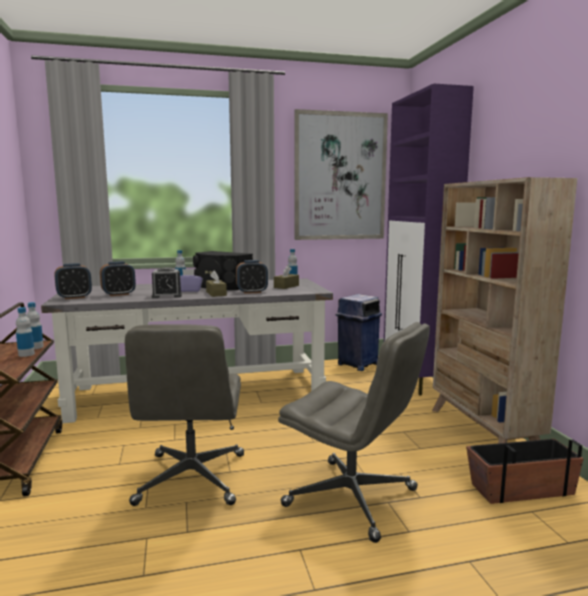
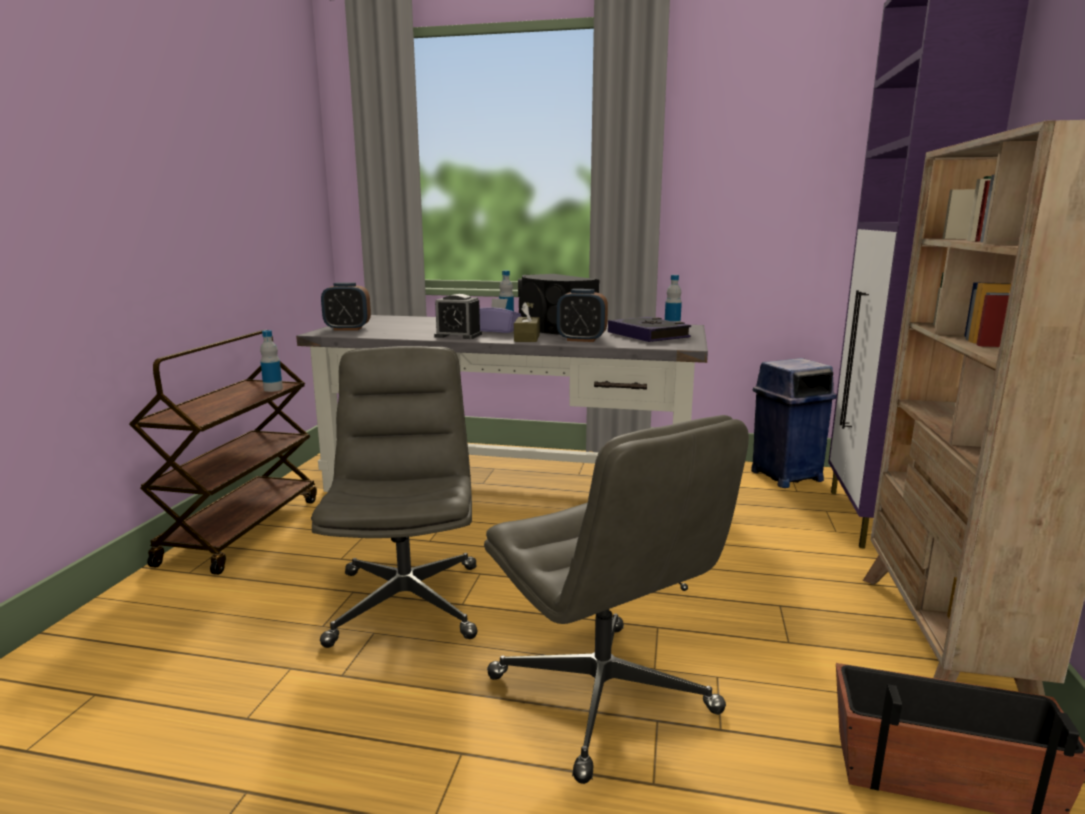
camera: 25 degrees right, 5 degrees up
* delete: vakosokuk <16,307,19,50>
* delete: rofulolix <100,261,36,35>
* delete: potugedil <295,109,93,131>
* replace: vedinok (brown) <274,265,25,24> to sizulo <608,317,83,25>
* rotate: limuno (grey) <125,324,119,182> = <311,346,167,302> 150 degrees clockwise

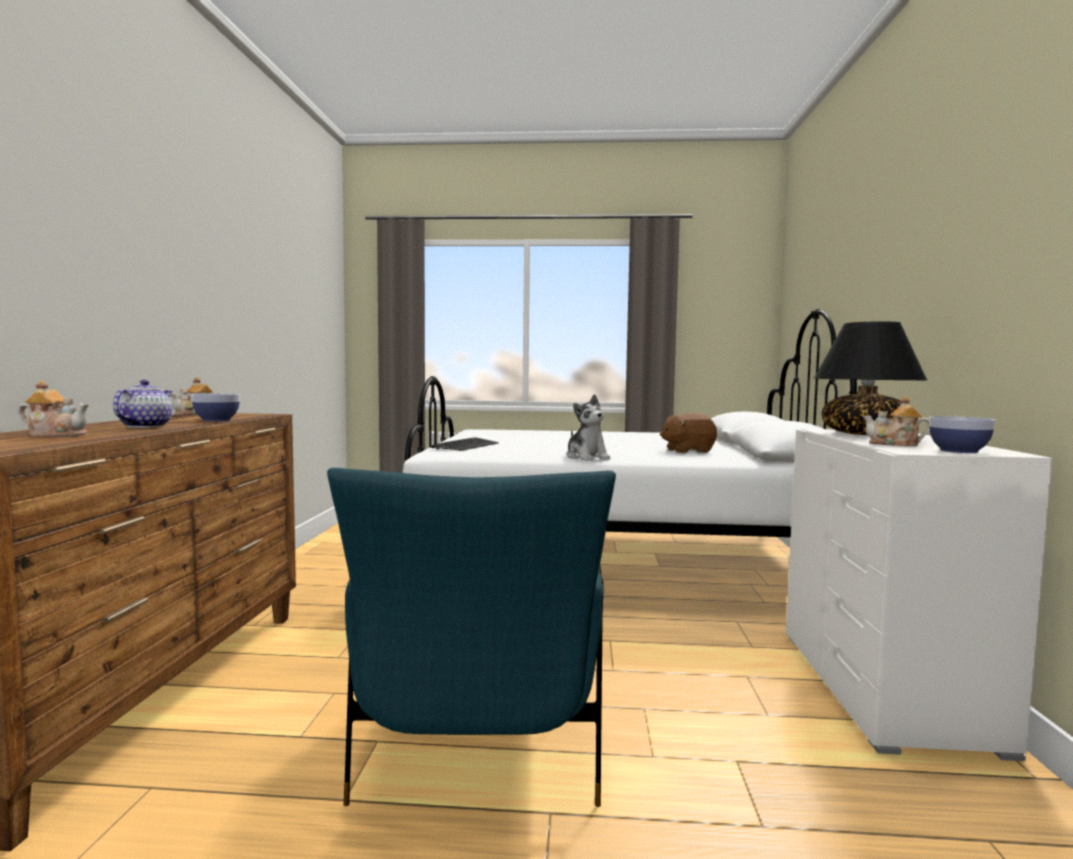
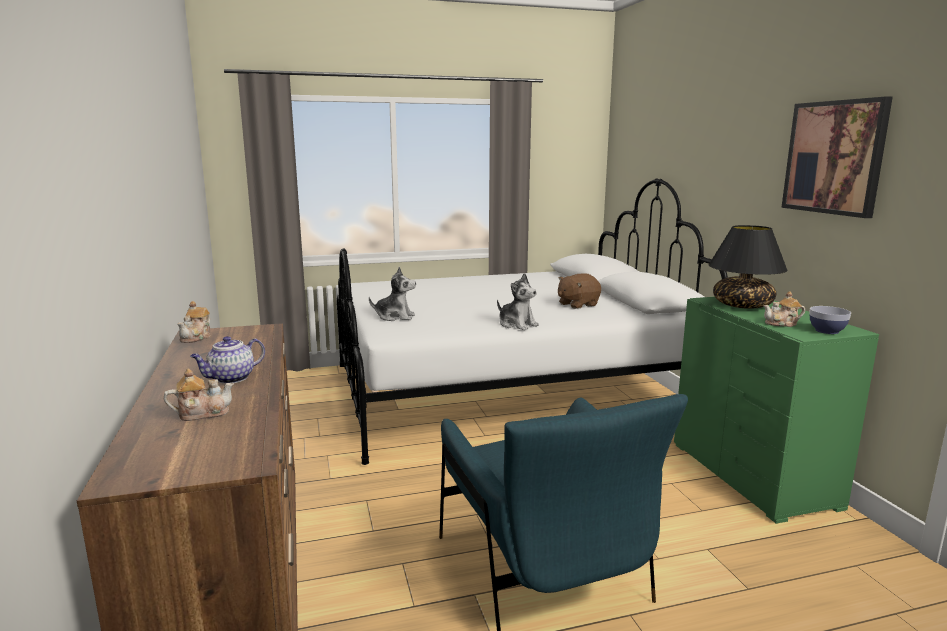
camera: 20 degrees left, 10 degrees up
* delete: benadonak <191,393,49,28>
* insert: potugedil <781,96,112,122>
* replace: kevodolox <431,437,68,14> to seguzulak <369,267,47,54>
* recolor: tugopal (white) <786,429,266,332> to tugopal (green) <674,297,205,227>
* rotate: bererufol <113,380,60,48> = <190,336,75,48> 120 degrees counterclockwise

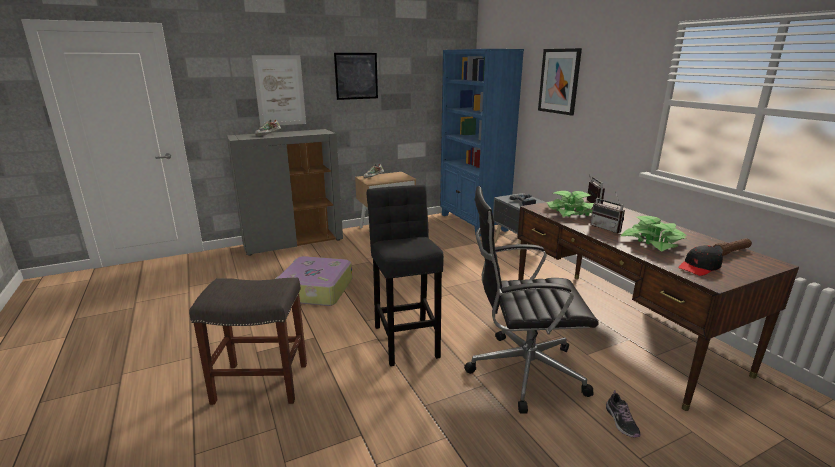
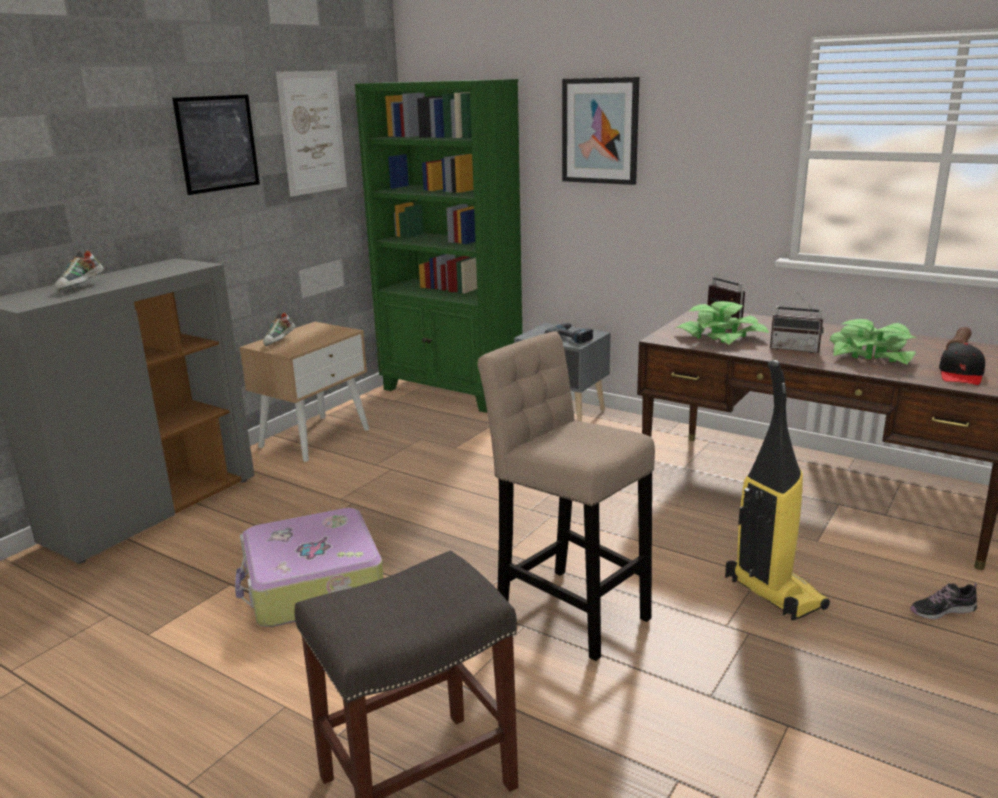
camera: 30 degrees left, 0 degrees up
* move: potugedil <252,55,54,72> to <276,71,71,126>
* replace: limuno (black) <464,186,135,228> to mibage <725,360,105,261>
* recolor: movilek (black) <367,185,77,181> to movilek (beige) <477,331,178,330>
* recolor: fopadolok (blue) <440,49,84,188> to fopadolok (green) <355,79,167,334>
* rotate: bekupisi <606,390,34,47> = <910,583,67,36> 120 degrees clockwise

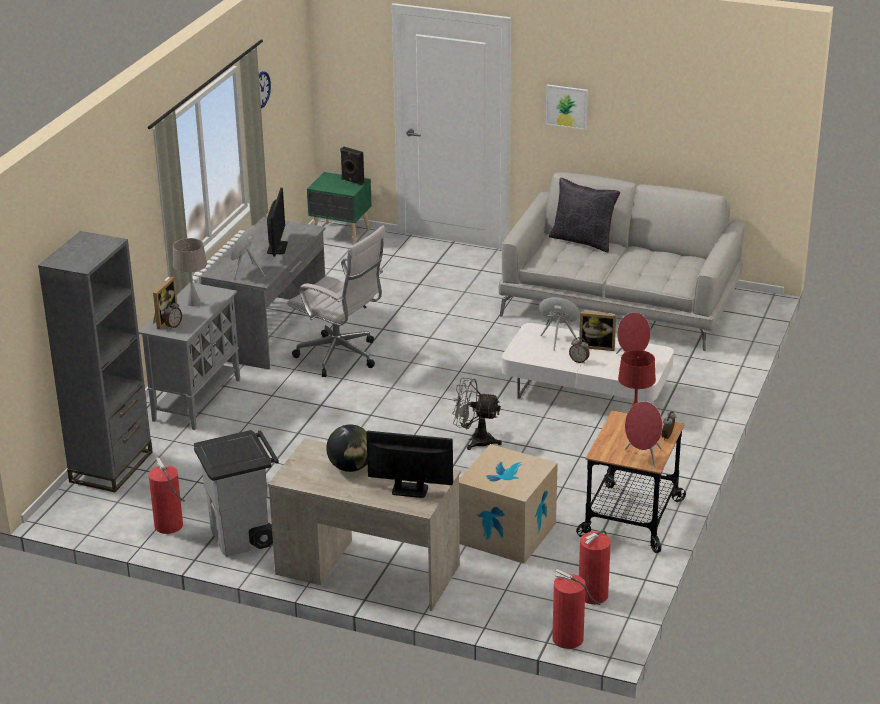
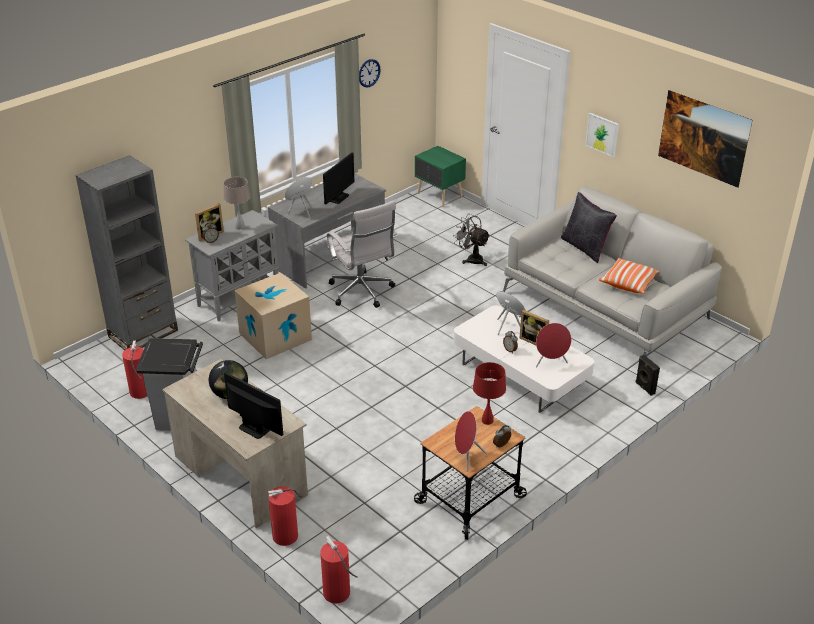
camera: 25 degrees right, 5 degrees up
* insert: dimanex <599,258,60,36>
* insert: potugedil <658,90,94,98>
* move: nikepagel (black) <340,147,24,38> to <635,355,25,41>
* move: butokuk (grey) <452,378,50,72> to <454,214,36,52>
* move: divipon <459,444,99,120> to <235,273,77,86>
* move: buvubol <579,530,32,74> to <268,486,35,60>

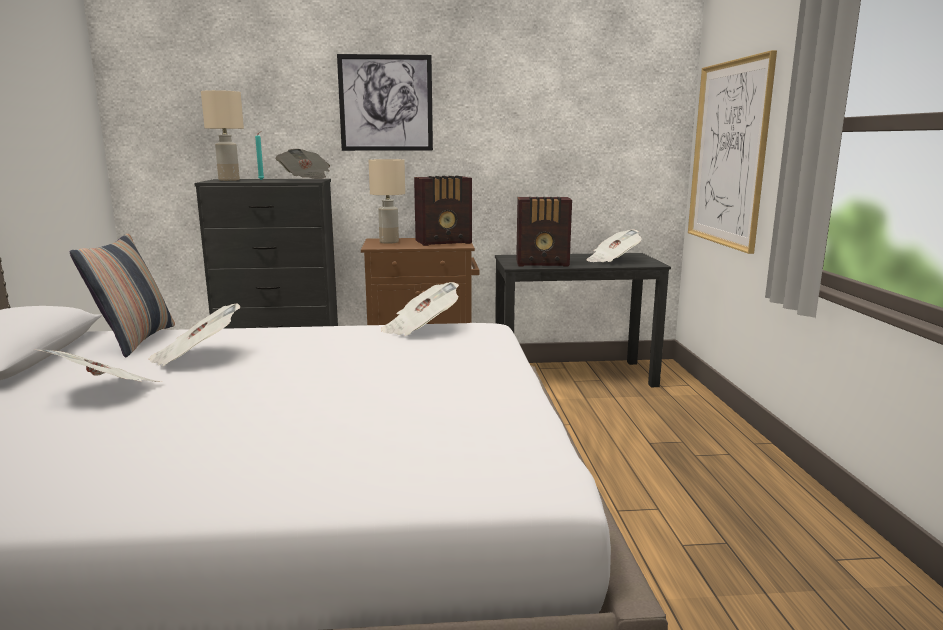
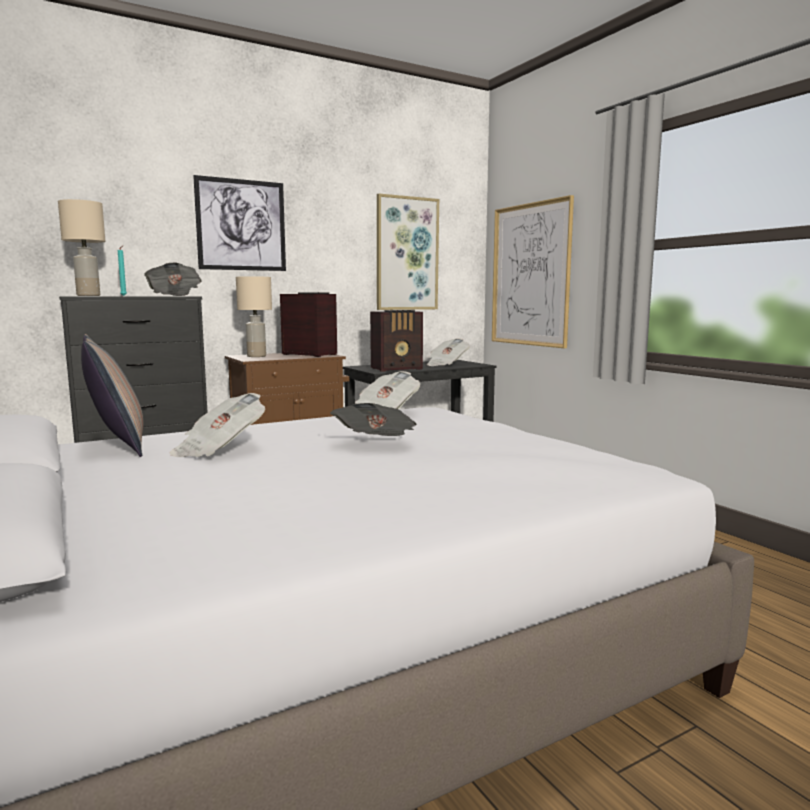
camera: 25 degrees left, 5 degrees down
* insert: potugedil <377,193,62,117>
* move: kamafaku <35,349,128,33> to <330,403,86,33>
* rotate: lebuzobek <414,176,58,70> = <280,292,57,65> 105 degrees counterclockwise

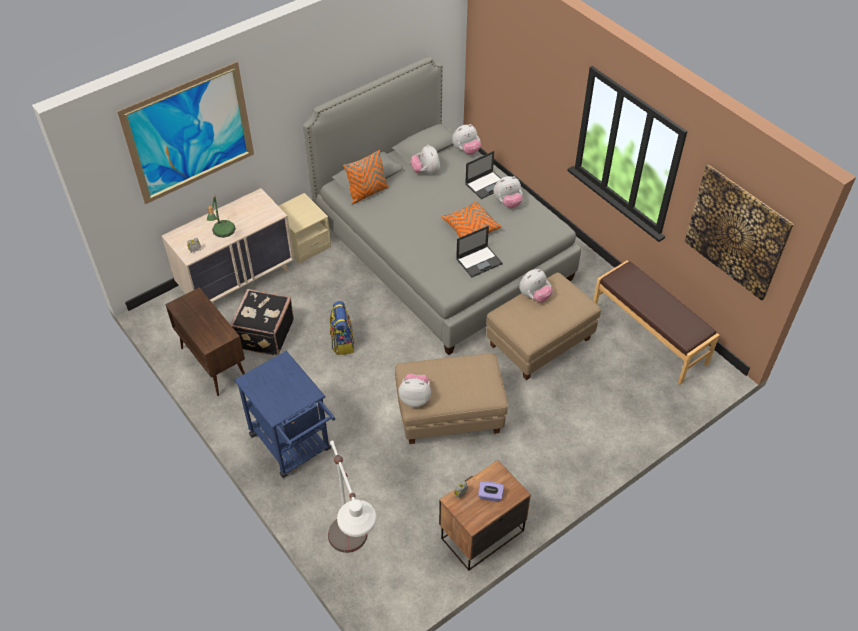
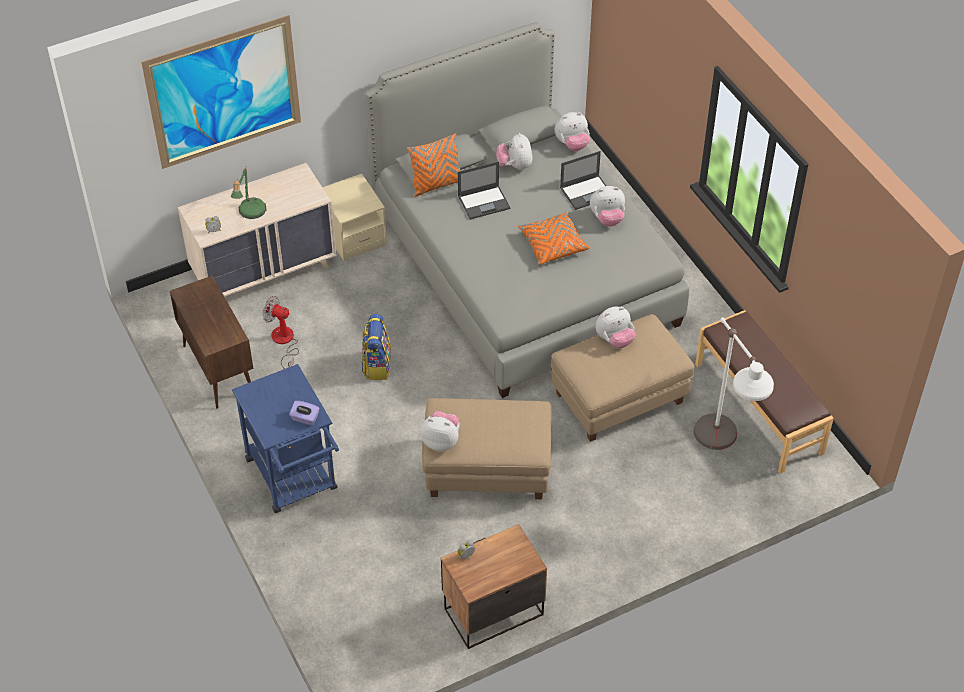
camera: 10 degrees right, 0 degrees up
* delete: potugedil <685,165,109,136>
* move: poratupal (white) <328,441,49,112> to <694,318,80,132>
* move: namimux <456,226,47,52> to <458,161,52,59>
* move: vedinok (purple) <478,481,26,21> to <289,401,31,24>
* replace: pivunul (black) <230,289,64,67> to butokuk <263,296,36,73>

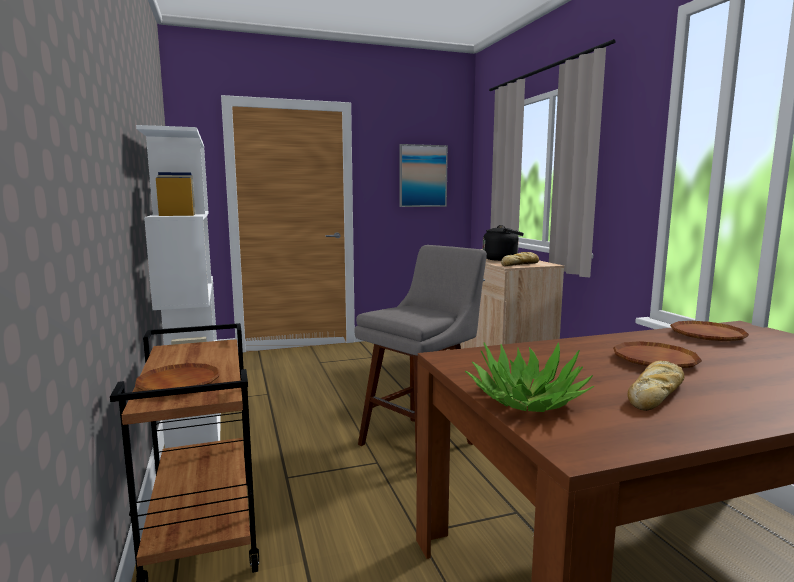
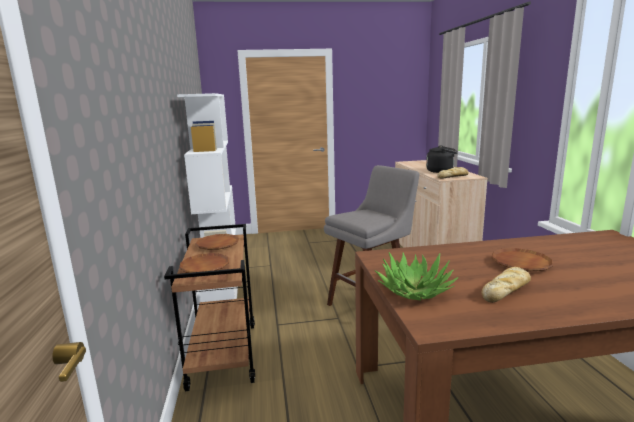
camera: 10 degrees right, 5 degrees up
* delete: potugedil <400,144,48,63>
* move: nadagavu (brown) <670,321,79,20> to <196,234,43,16>

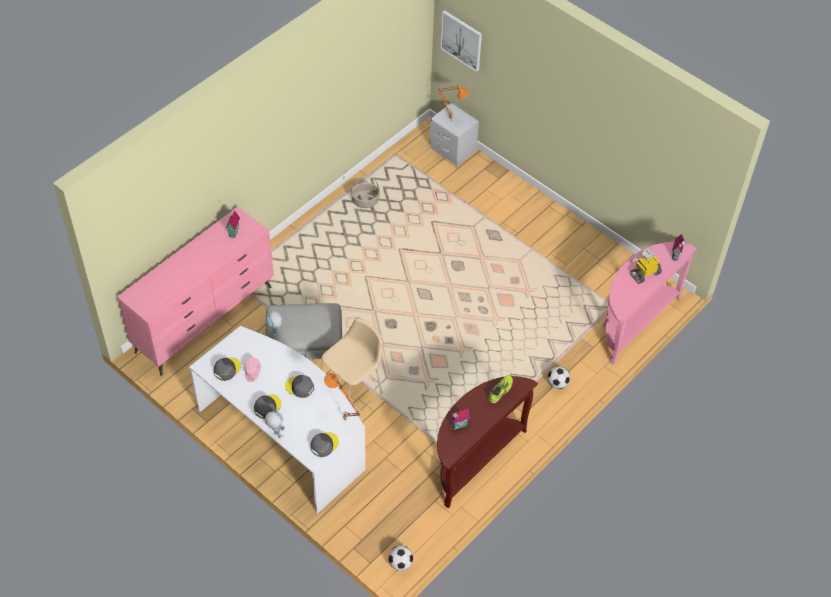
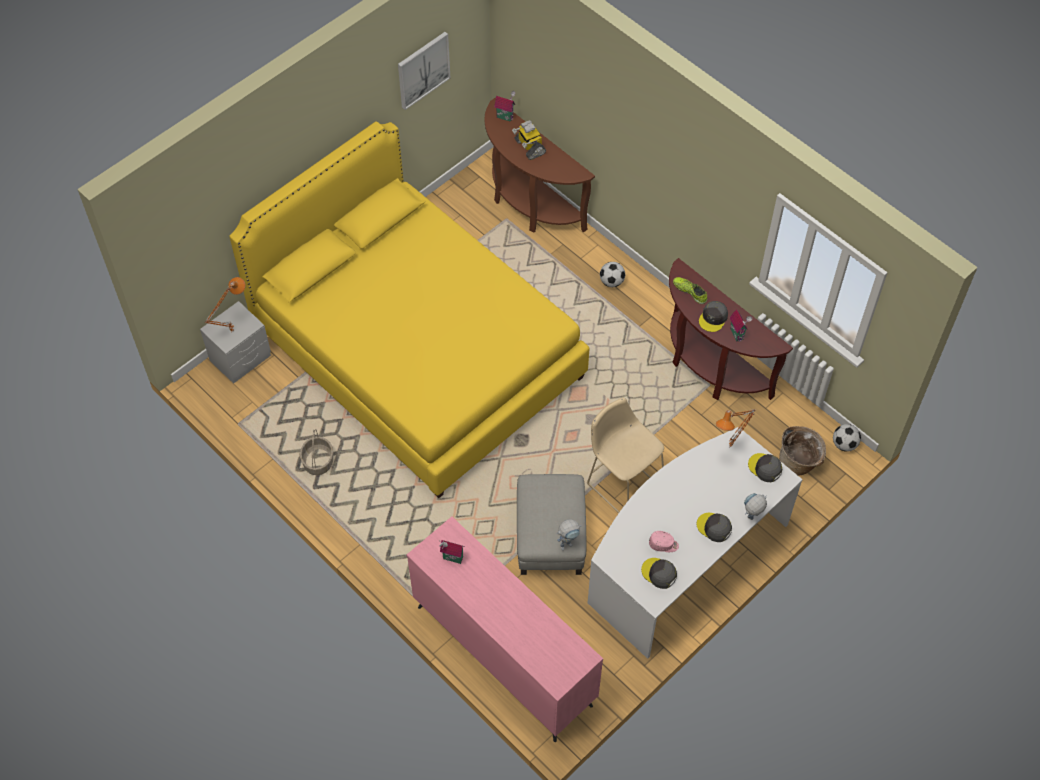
camera: 85 degrees left, 5 degrees up
* insert: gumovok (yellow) <229,121,360,377>
* insert: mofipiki <779,426,47,49>
* move: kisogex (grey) <285,375,29,23> to <699,301,29,31>
* move: potugedil <440,10,42,62> to <398,32,52,78>
* recolor: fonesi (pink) <603,242,94,123> to fonesi (brown) <484,98,111,135>

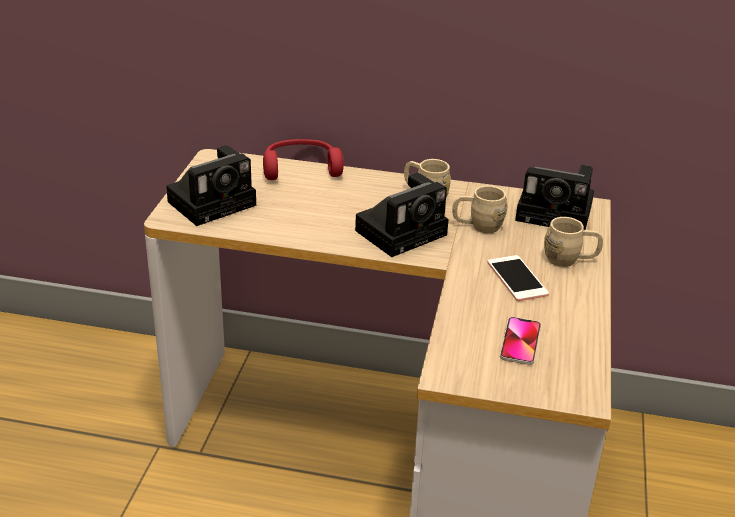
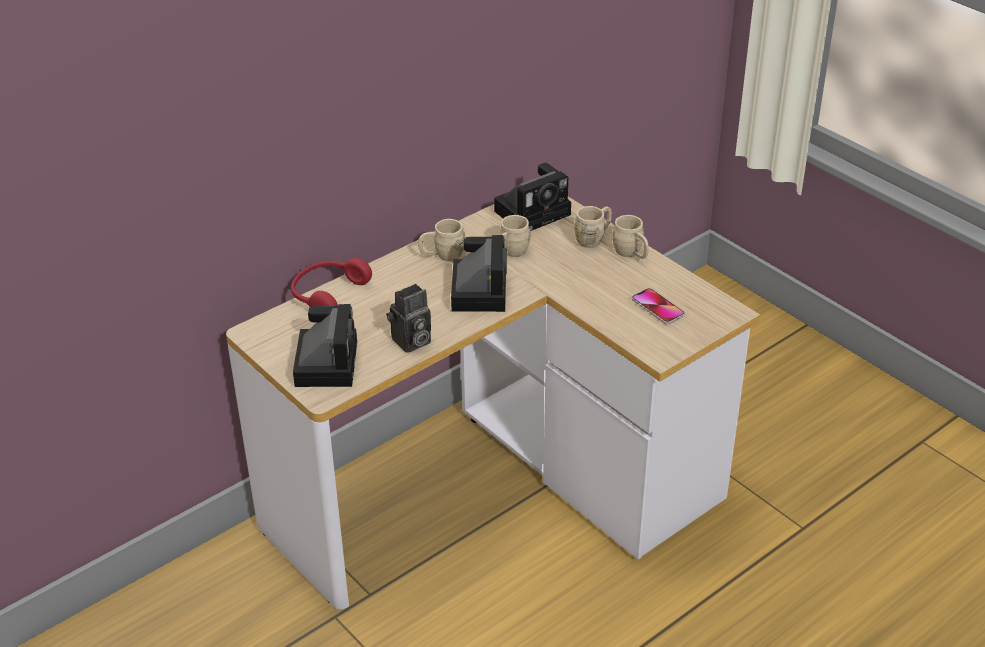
camera: 50 degrees left, 5 degrees up
* delete: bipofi <487,255,62,46>
* insert: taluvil <386,284,45,69>
* insert: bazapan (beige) <612,215,37,44>

